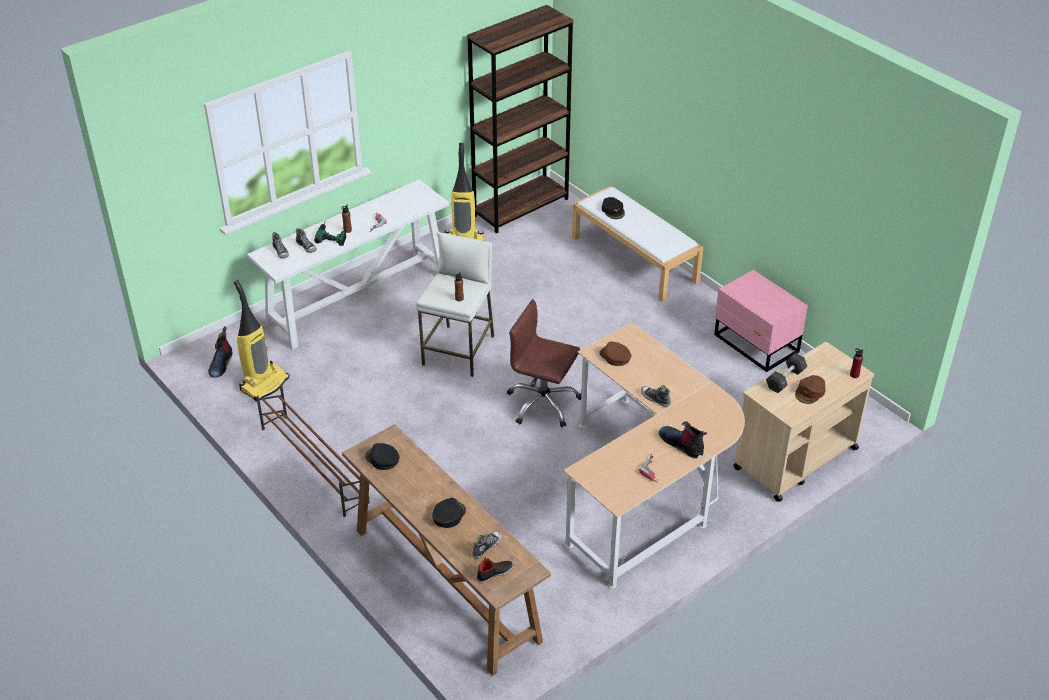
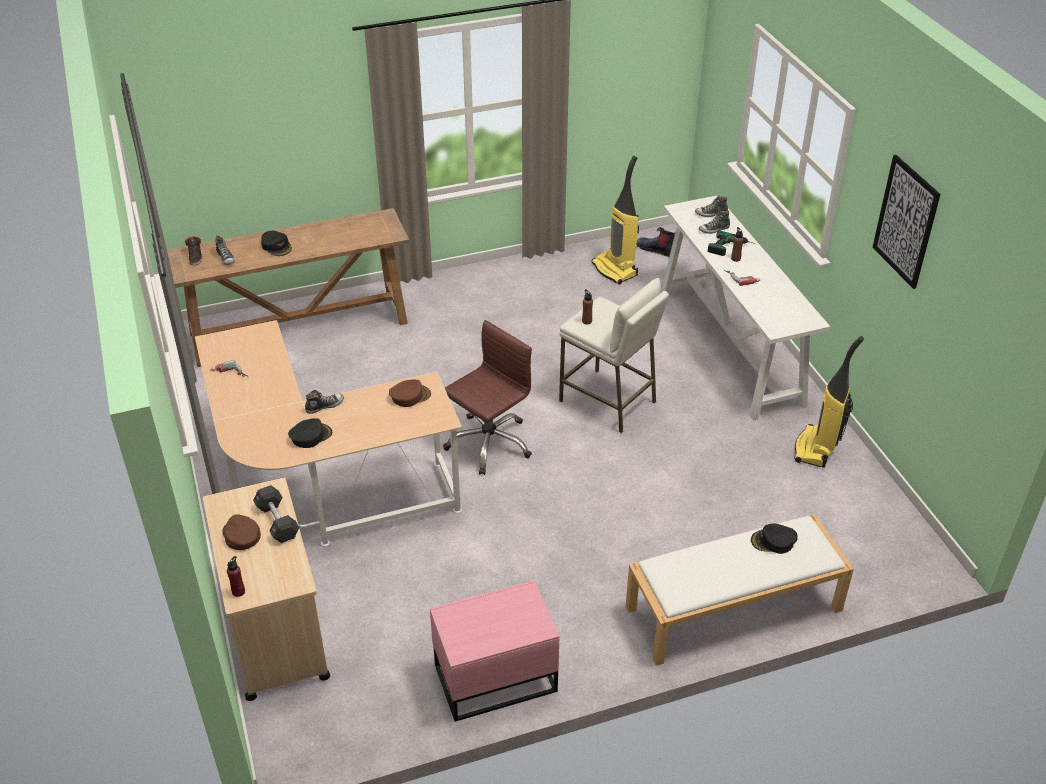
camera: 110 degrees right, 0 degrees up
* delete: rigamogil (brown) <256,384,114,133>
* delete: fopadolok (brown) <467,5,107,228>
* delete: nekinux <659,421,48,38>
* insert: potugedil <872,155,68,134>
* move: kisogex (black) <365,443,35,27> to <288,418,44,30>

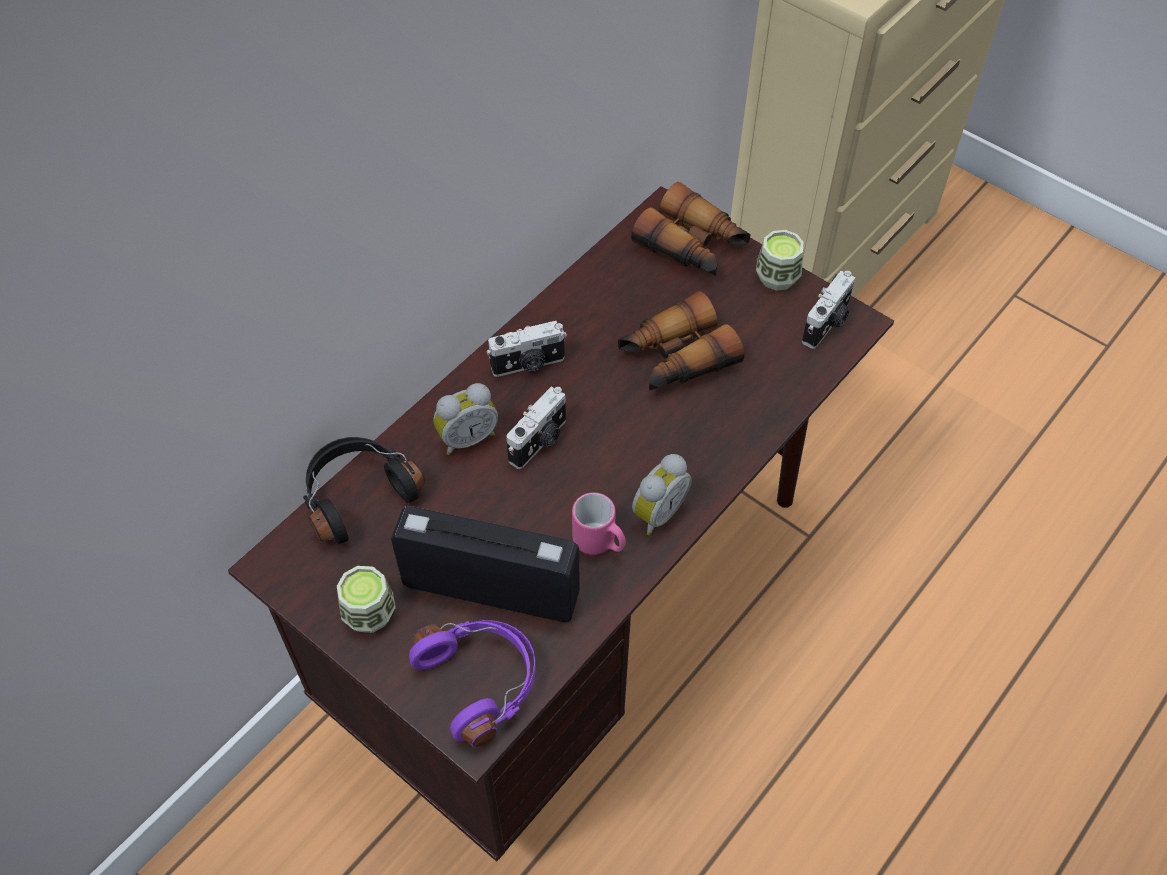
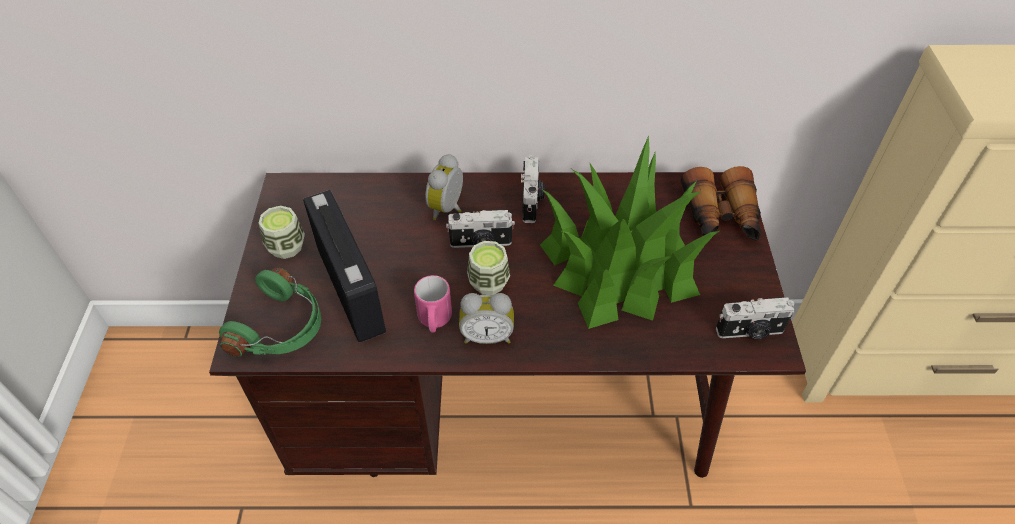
camera: 50 degrees right, 5 degrees down
* delete: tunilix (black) <303,437,122,107>
* move: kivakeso <756,230,48,61> to <467,241,43,54>
* replace: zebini <618,291,126,99> to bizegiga <540,136,180,193>
* recolor: tunilix (purple) <409,620,127,127> to tunilix (green) <219,267,102,90>
* rotate: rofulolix <433,383,65,72> = <425,154,38,66> 90 degrees clockwise
* rotate: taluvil <486,321,81,56> = <521,155,24,68> 120 degrees counterclockwise

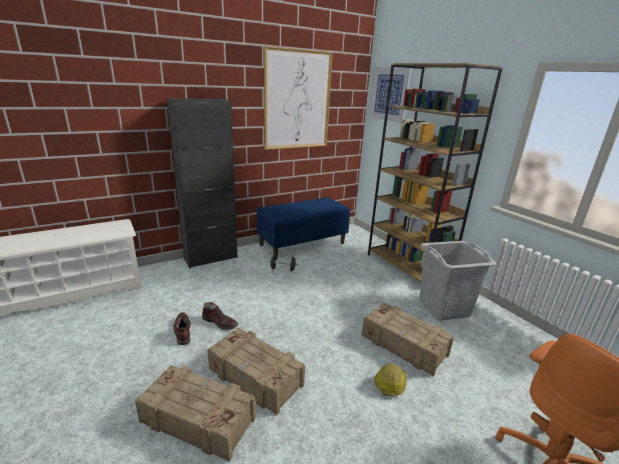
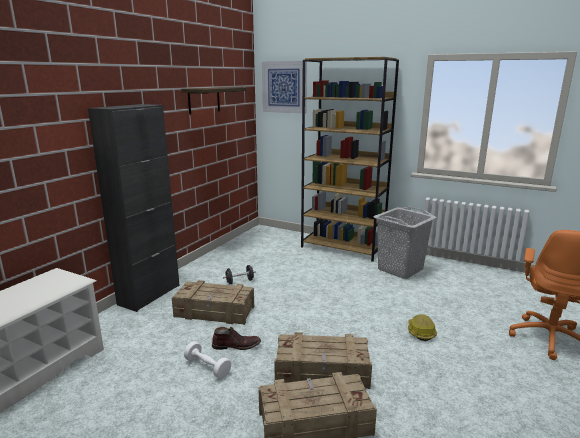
camera: 30 degrees left, 5 degrees down
* delete: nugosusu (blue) <257,197,93,62>
* move: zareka <362,303,92,73> to <172,280,82,45>
* replace: nekinux (brown) <174,312,17,33> to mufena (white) <184,341,47,38>
* replace: potugedil <264,46,69,104> to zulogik <181,87,65,28>

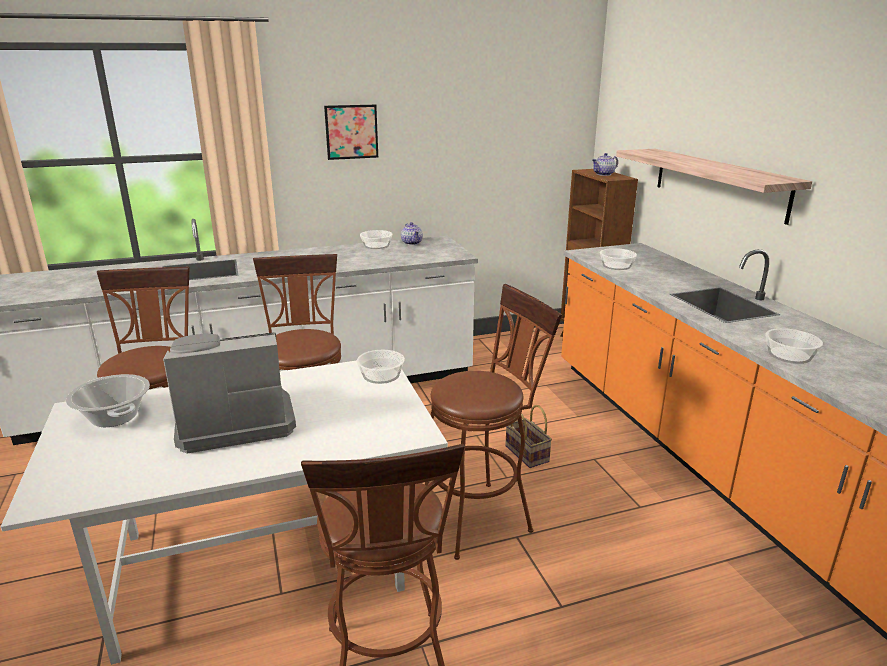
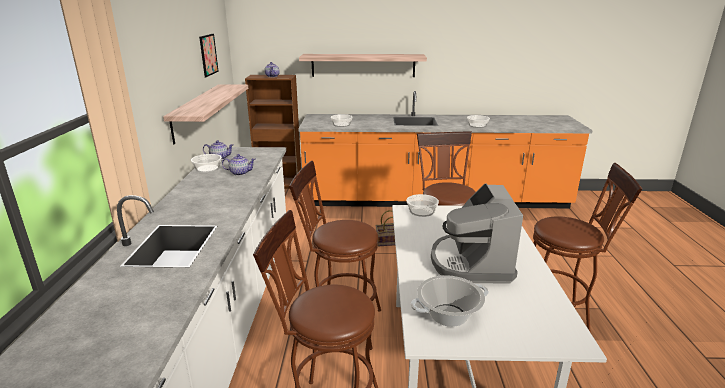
camera: 70 degrees left, 0 degrees up
* insert: zulogik <163,85,85,59>
* insert: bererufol <222,154,34,22>
* move: potugedil <324,105,54,55> to <199,34,19,43>

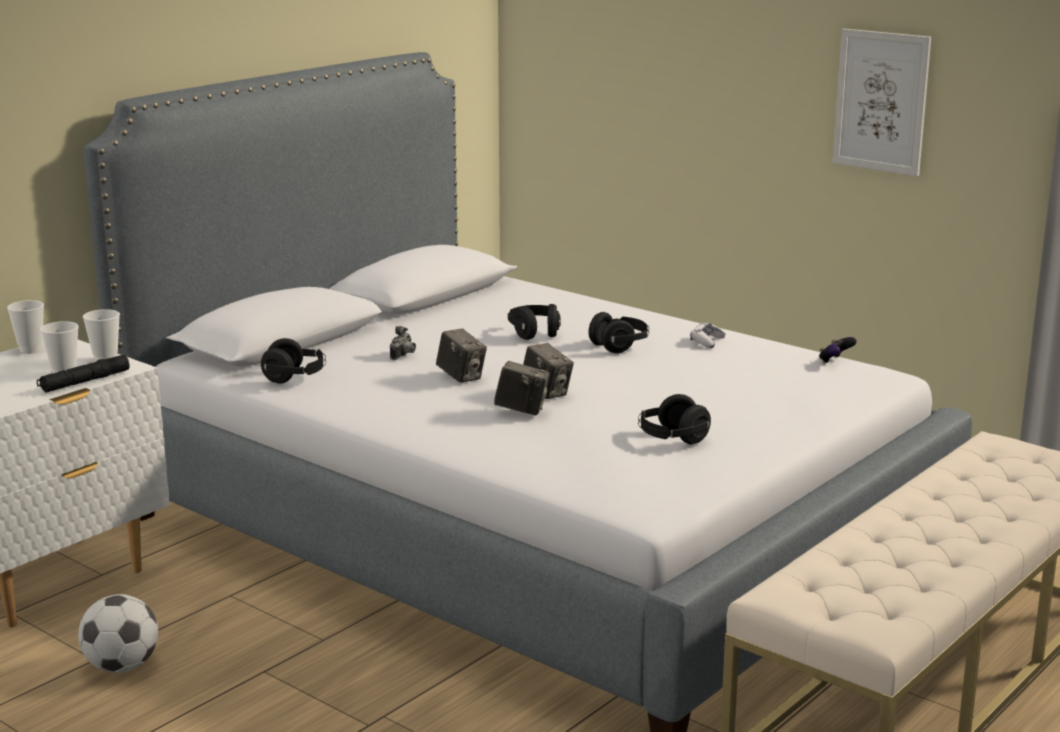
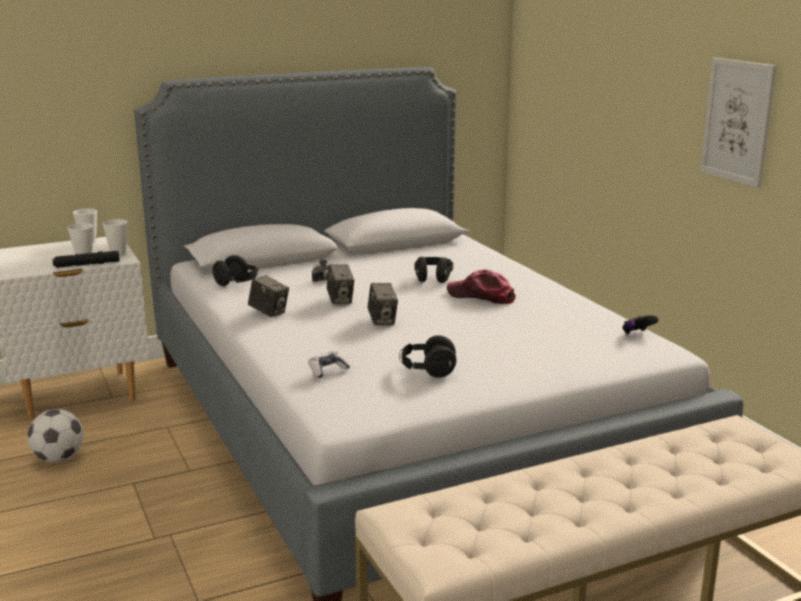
camera: 25 degrees right, 0 degrees up
* move: taluvil <494,361,56,54> to <248,275,41,42>
* move: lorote <690,323,36,25> to <308,351,42,27>
* replace: tunilix (black) <589,312,60,41> to kisogex <447,270,69,34>

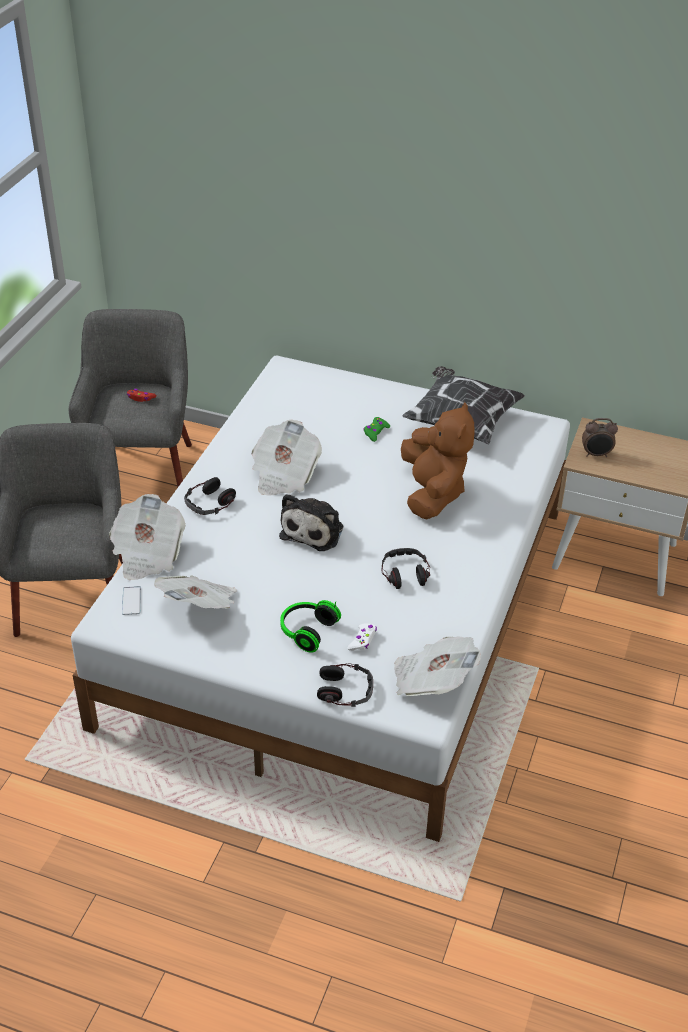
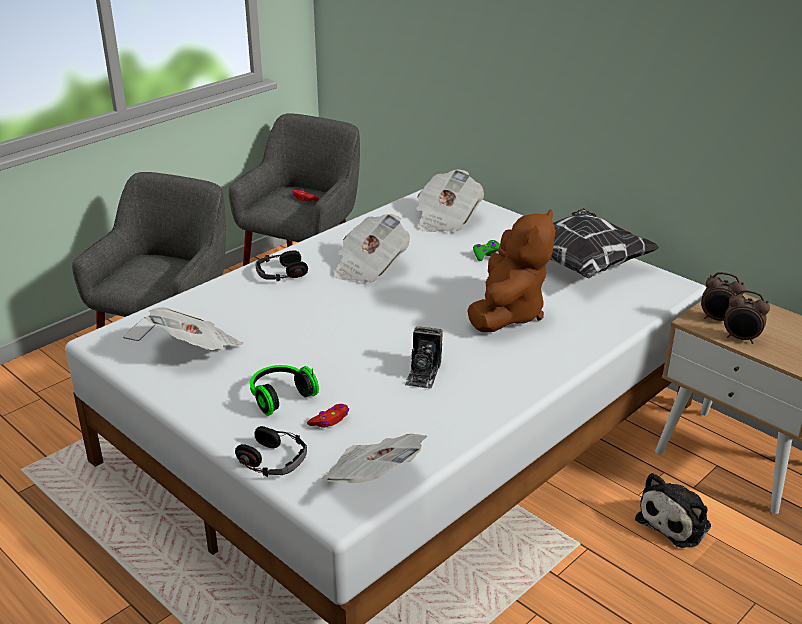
camera: 25 degrees right, 10 degrees down
* insert: rofulolix <724,290,46,54>
* move: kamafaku <109,494,77,86> to <416,169,68,63>
* move: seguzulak <279,494,64,57> to <635,473,76,75>
* replace: tunilix <382,548,48,41> to taluvil <405,326,38,63>
* recolor: lorote (white) <348,623,29,28> to lorote (red) <307,404,42,24>

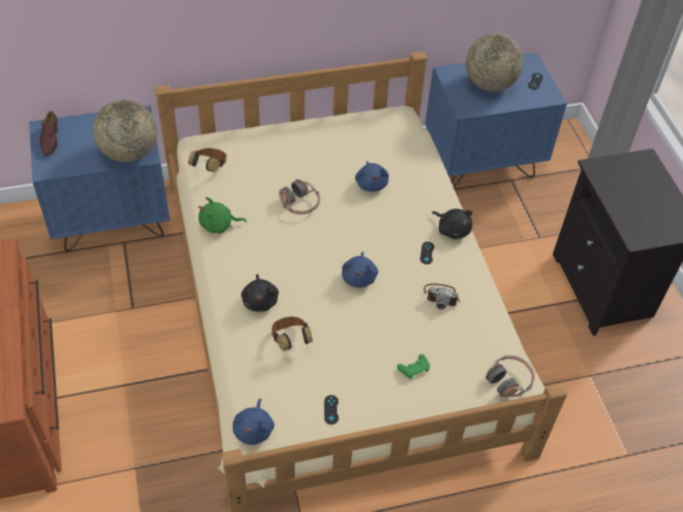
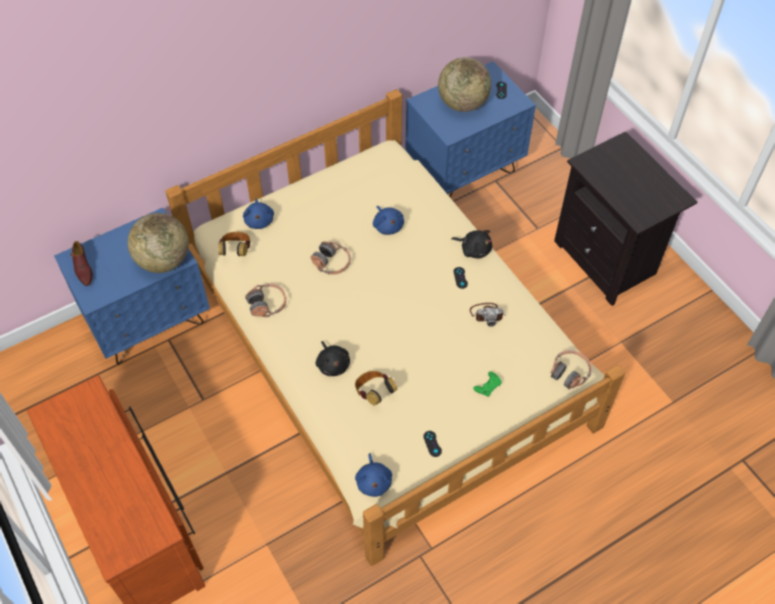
camera: 15 degrees left, 5 degrees up
* move: seguzulak (blue) <342,252,36,36> to <243,199,31,30>
* replace: seguzulak (green) <198,197,49,36> to tunilix <245,283,41,34>

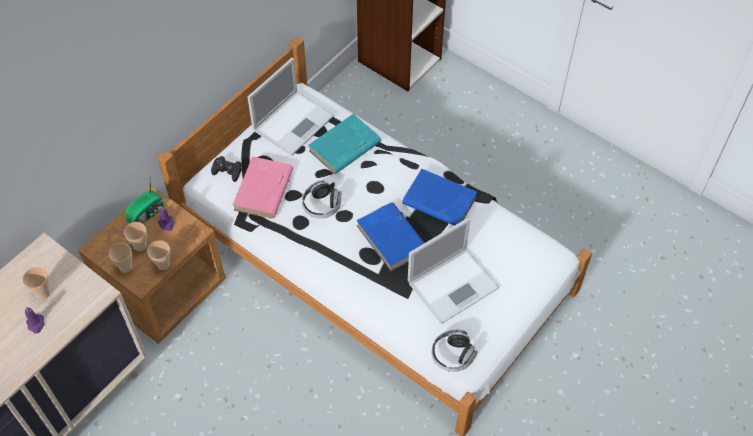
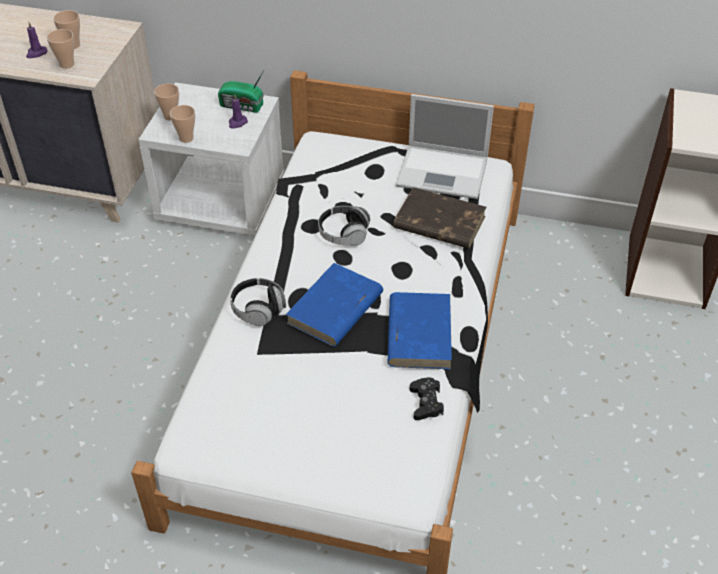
camera: 65 degrees right, 10 degrees down
* delete: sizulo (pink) <233,156,60,63>
* delete: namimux <408,218,92,106>
* move: kivakeso <124,222,23,29> to <47,29,28,40>
* move: lorote (black) <211,156,31,26> to <409,377,35,43>
* move: tunilix <432,329,45,43> to <230,278,56,48>
* recolor: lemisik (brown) <78,186,148,158> to lemisik (white) <138,82,146,154>
* recolor: sizulo (turquoise) <309,114,72,60> to sizulo (brown) <393,187,93,62>

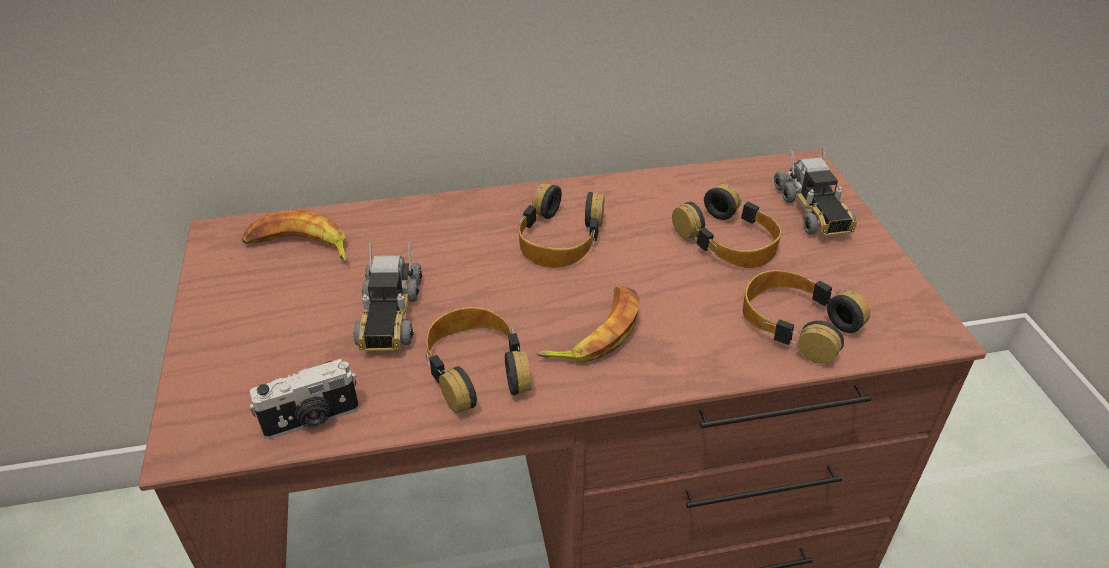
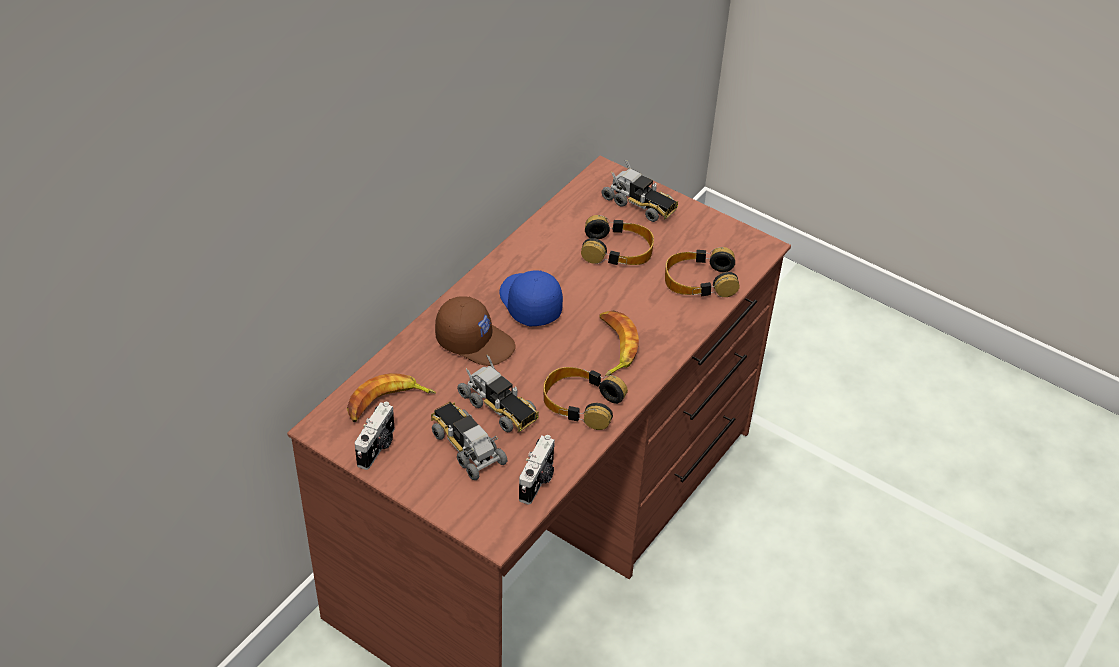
camera: 45 degrees left, 5 degrees up
* insert: taluvil <355,402,40,68>
* insert: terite <431,402,76,78>
* insert: kisogex (brown) <435,296,81,70>
* replace: tunilix <519,183,85,85> to kisogex (blue) <500,270,63,56>

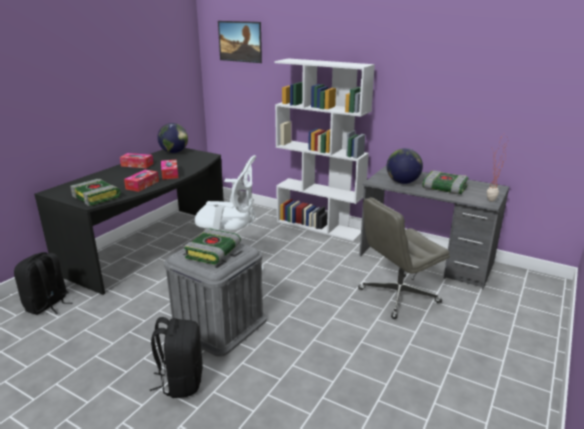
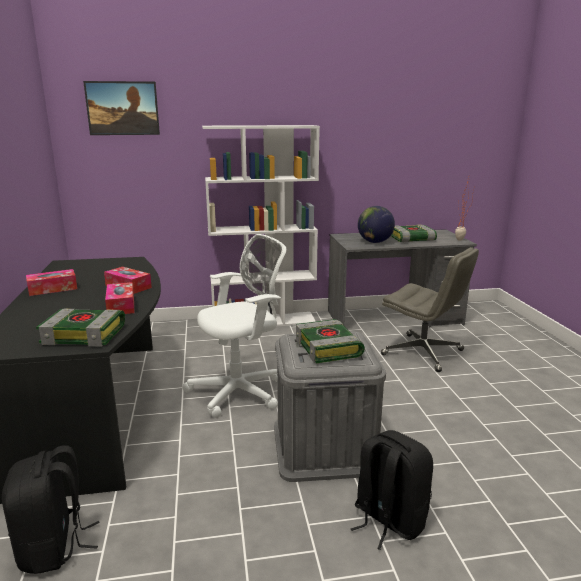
camera: 40 degrees left, 5 degrees down
* delete: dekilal <157,123,31,30>
* rotate: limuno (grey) <358,197,92,122> = <381,247,98,125> 75 degrees counterclockwise

